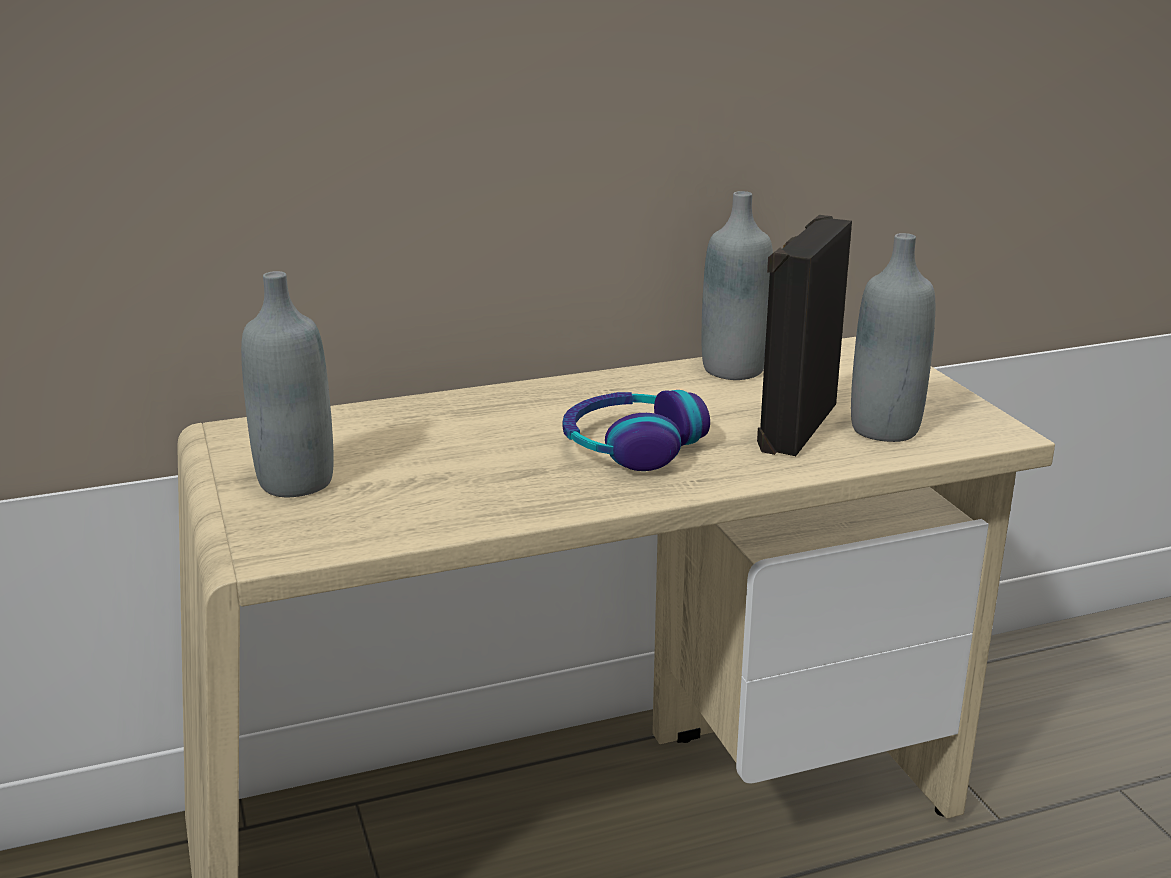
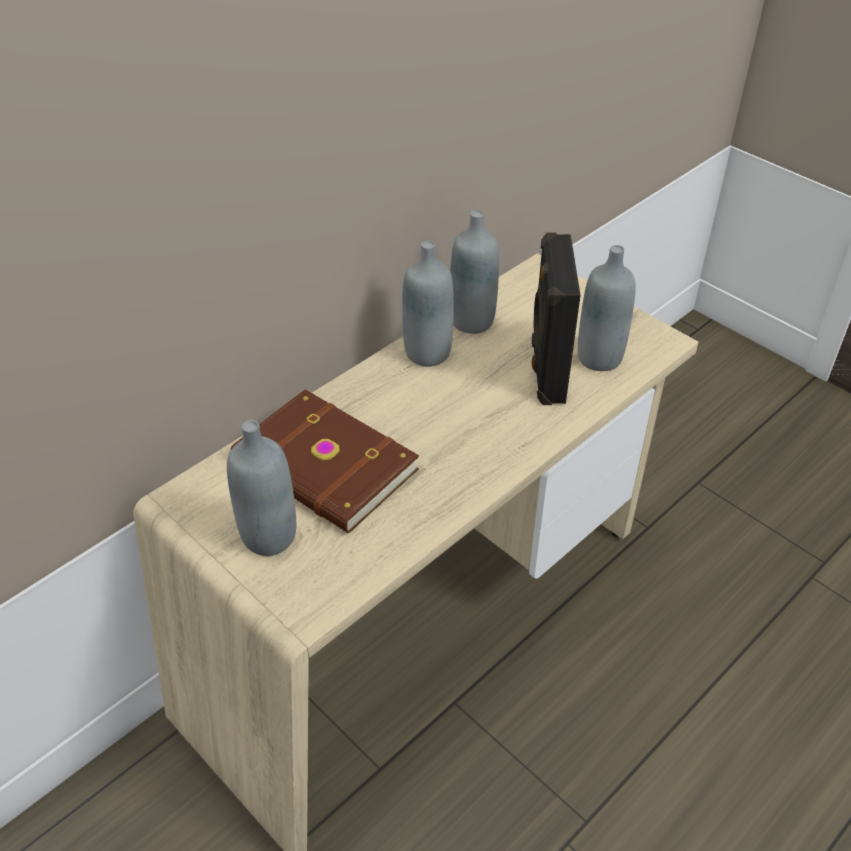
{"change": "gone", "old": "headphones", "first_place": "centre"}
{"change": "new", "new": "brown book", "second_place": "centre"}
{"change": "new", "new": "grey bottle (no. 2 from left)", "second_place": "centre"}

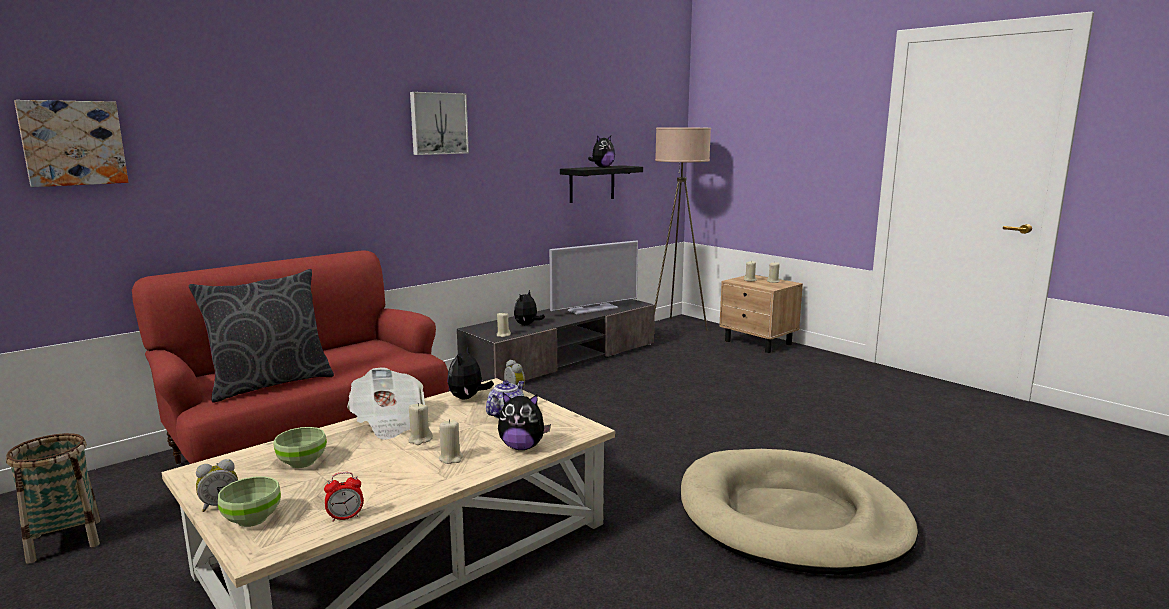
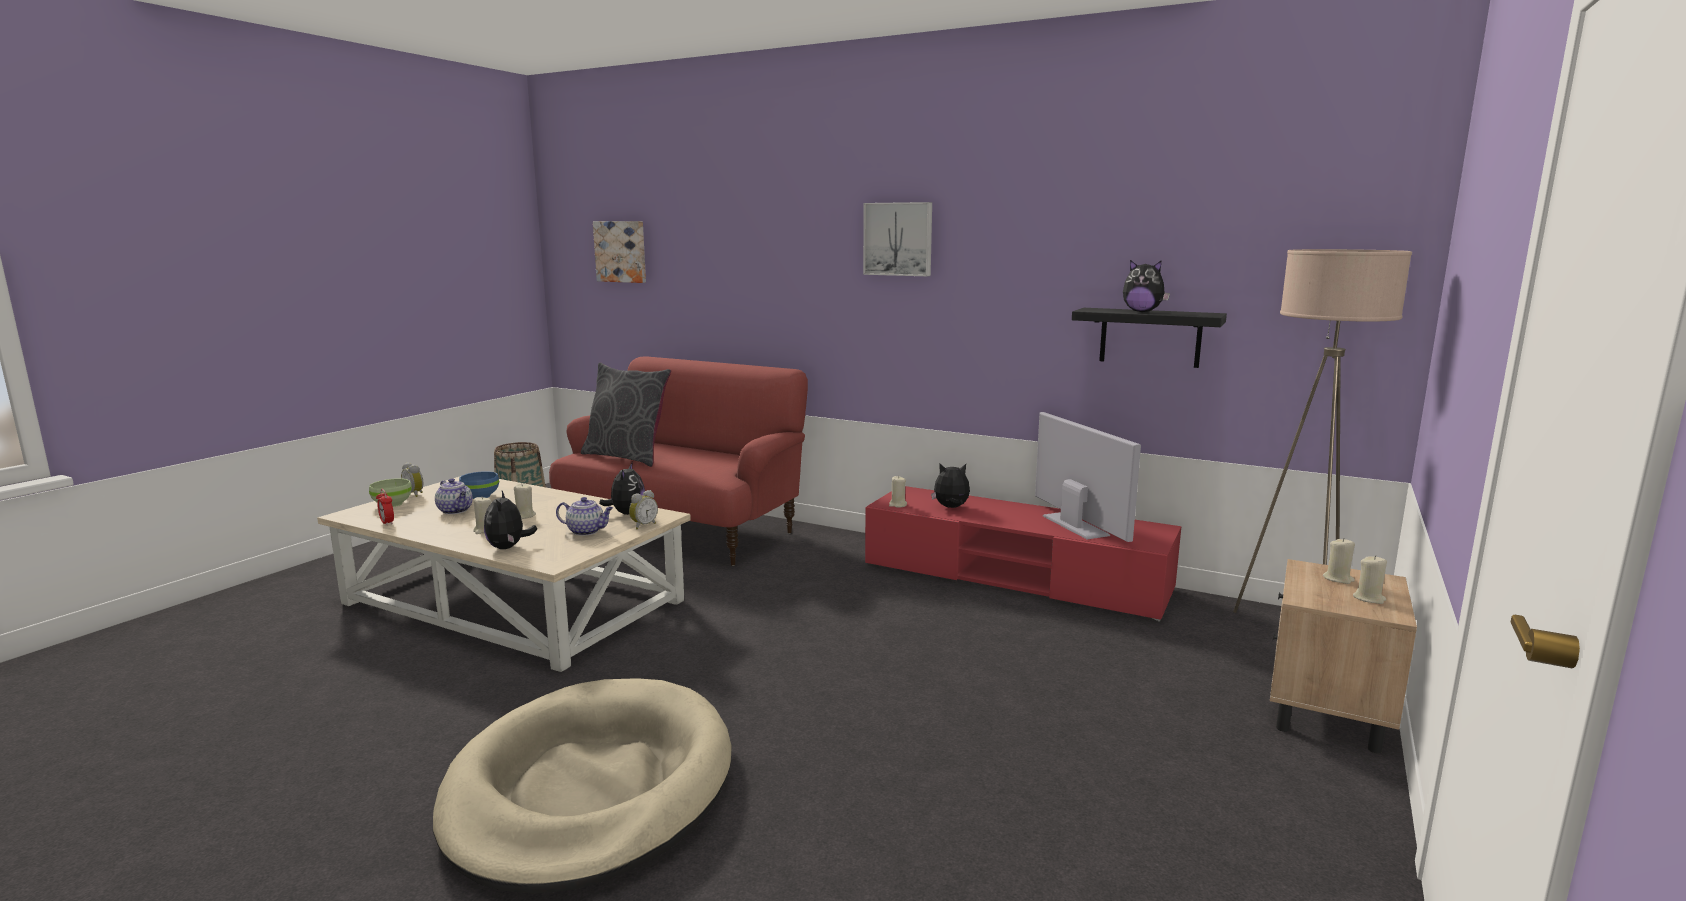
{"change": "gone", "old": "newspaper", "first_place": "middle left"}
{"change": "new", "new": "teapot (no. 1 from left)", "second_place": "middle left"}
{"change": "repainted", "old": "green bowl (no. 2 from left)", "new": "blue bowl", "first_place": "bottom left", "second_place": "middle left"}
{"change": "repainted", "old": "grey tv stand", "new": "red tv stand", "first_place": "centre", "second_place": "centre"}
{"change": "rotated", "old": "plush toy (no. 1 from left in the first image)", "first_place": "centre", "second_place": "centre", "degrees": 105}
{"change": "rotated", "old": "television", "first_place": "centre", "second_place": "centre", "degrees": -150}

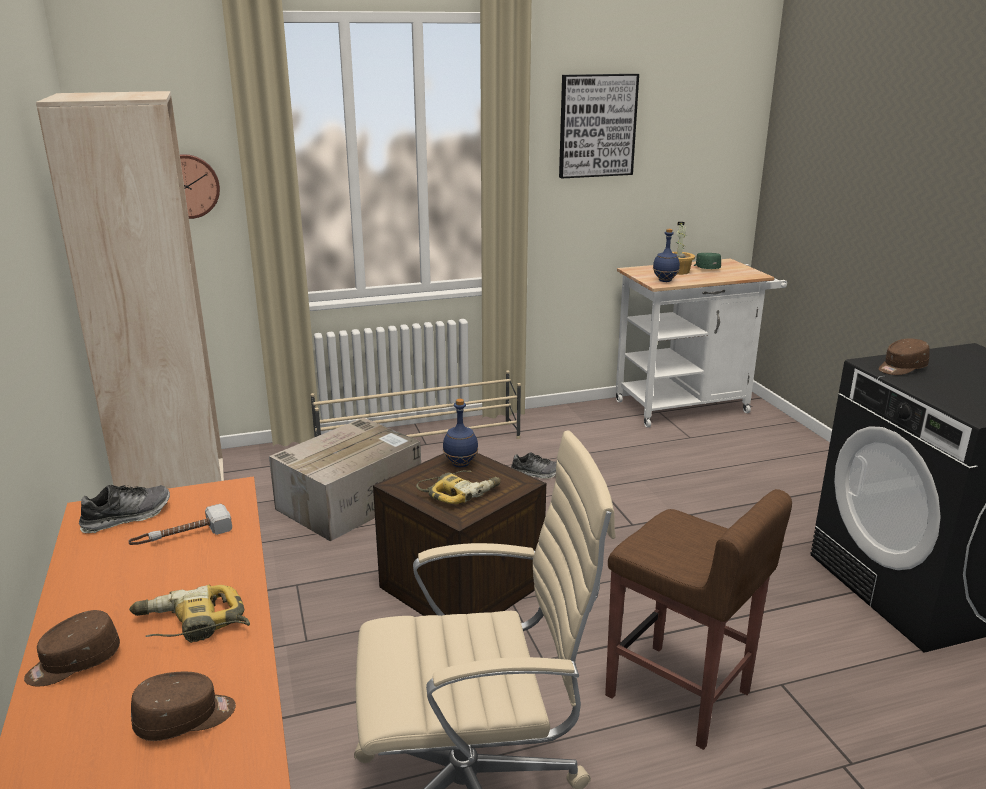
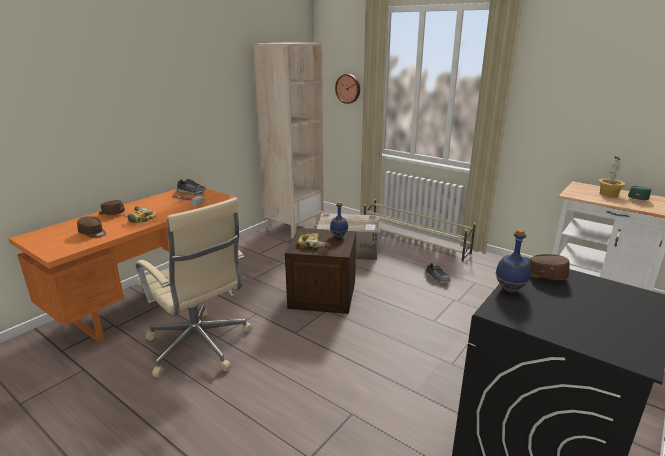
{"change": "gone", "old": "picture", "first_place": "top centre"}
{"change": "gone", "old": "brown stool", "first_place": "bottom right"}
{"change": "shifted", "old": "blue bottle (no. 2 from left)", "first_place": "top right", "second_place": "middle right"}

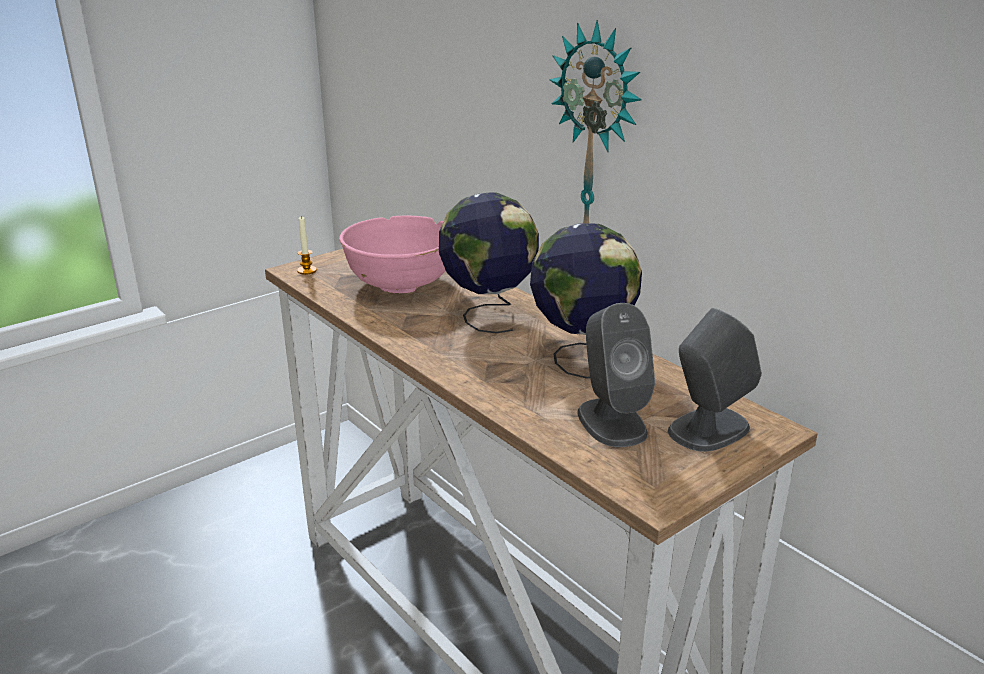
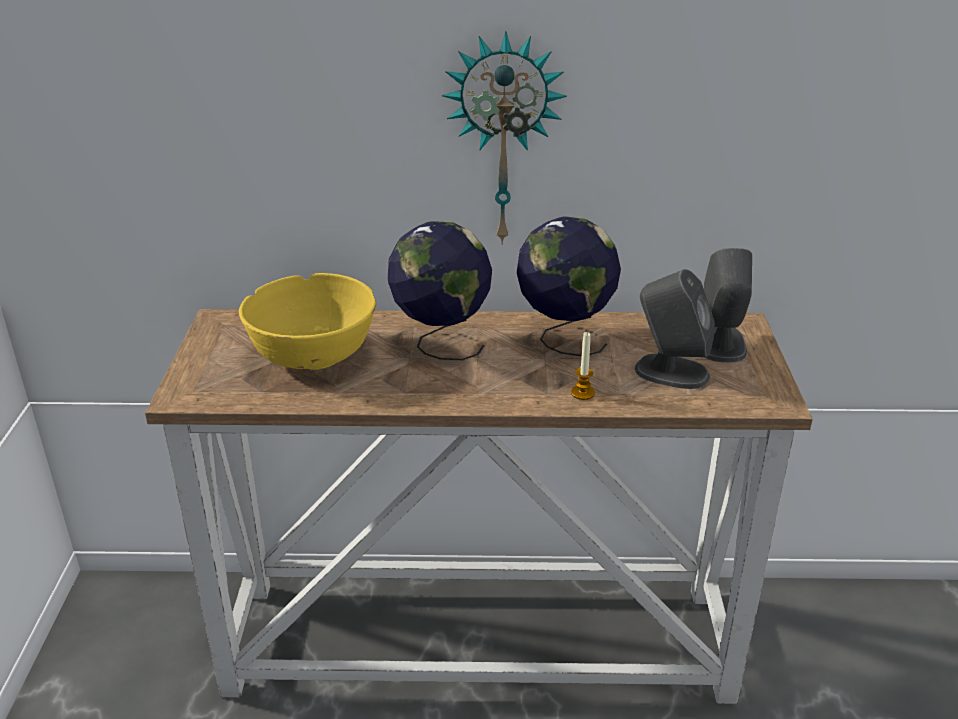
{"change": "shifted", "old": "candle", "first_place": "middle left", "second_place": "centre"}
{"change": "repainted", "old": "pink bowl", "new": "yellow bowl", "first_place": "centre", "second_place": "middle left"}

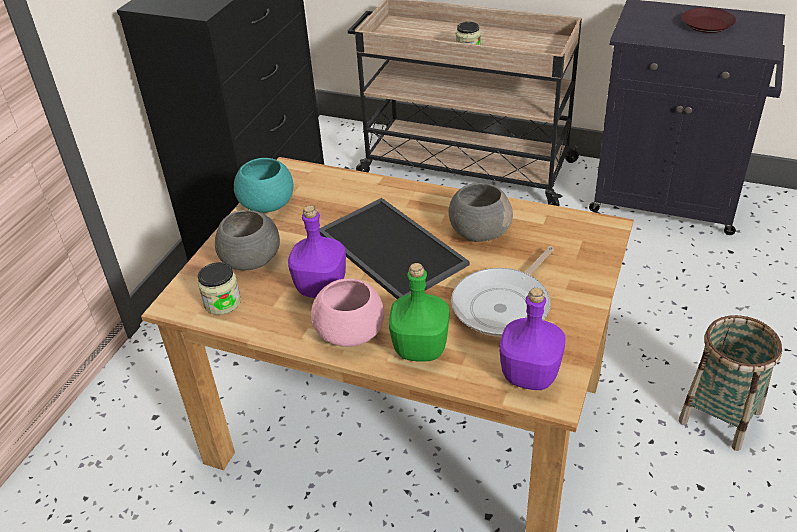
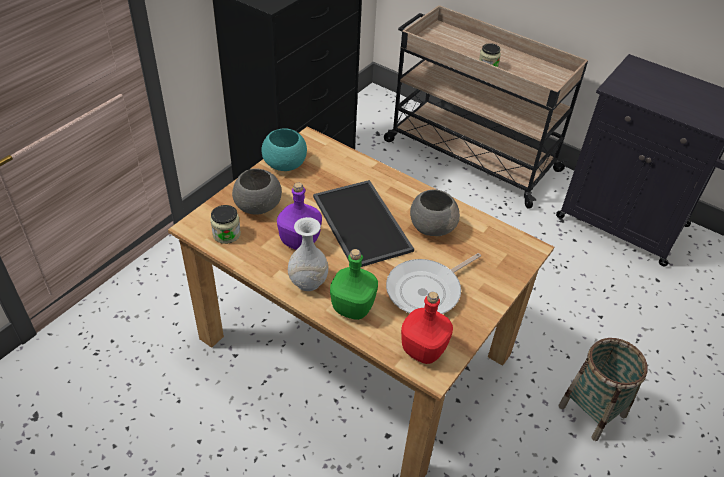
{"change": "gone", "old": "brown plate", "first_place": "top right"}
{"change": "swapped", "old": "pink bowl", "new": "white vase", "first_place": "centre", "second_place": "centre"}
{"change": "repainted", "old": "purple bottle (no. 2 from left)", "new": "red bottle", "first_place": "middle right", "second_place": "bottom centre"}

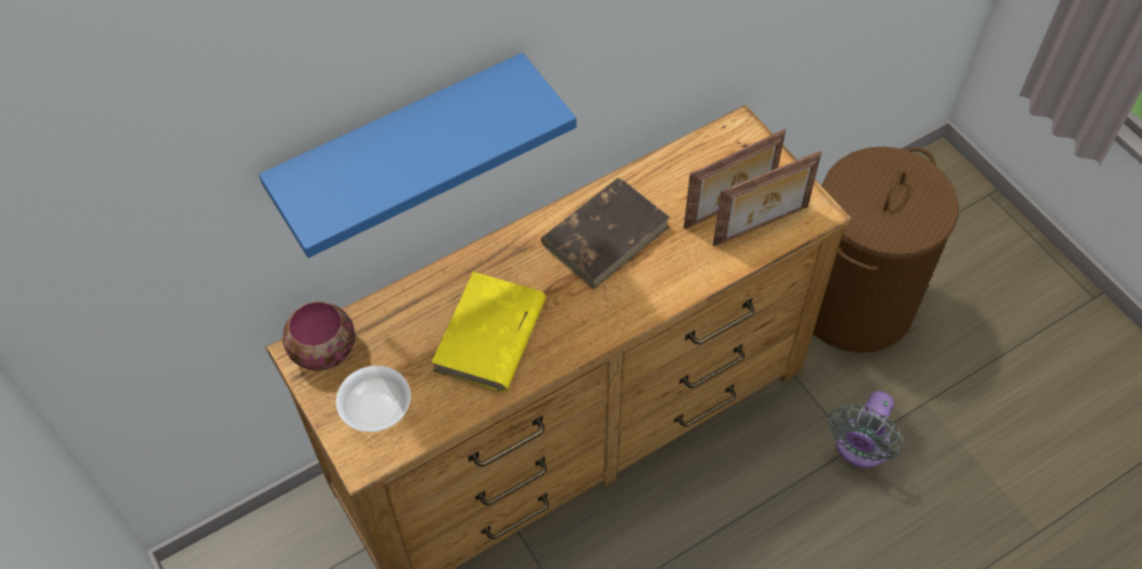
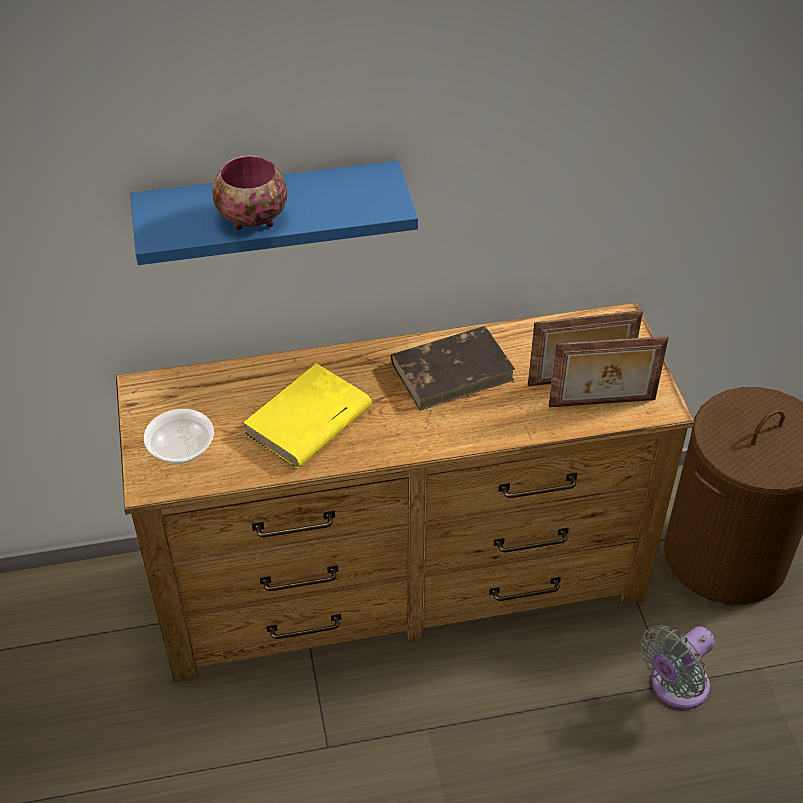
{"change": "shifted", "old": "bowl (no. 1 from left in the first image)", "new": "bowl (no. 2 from left)", "first_place": "middle left", "second_place": "top left"}

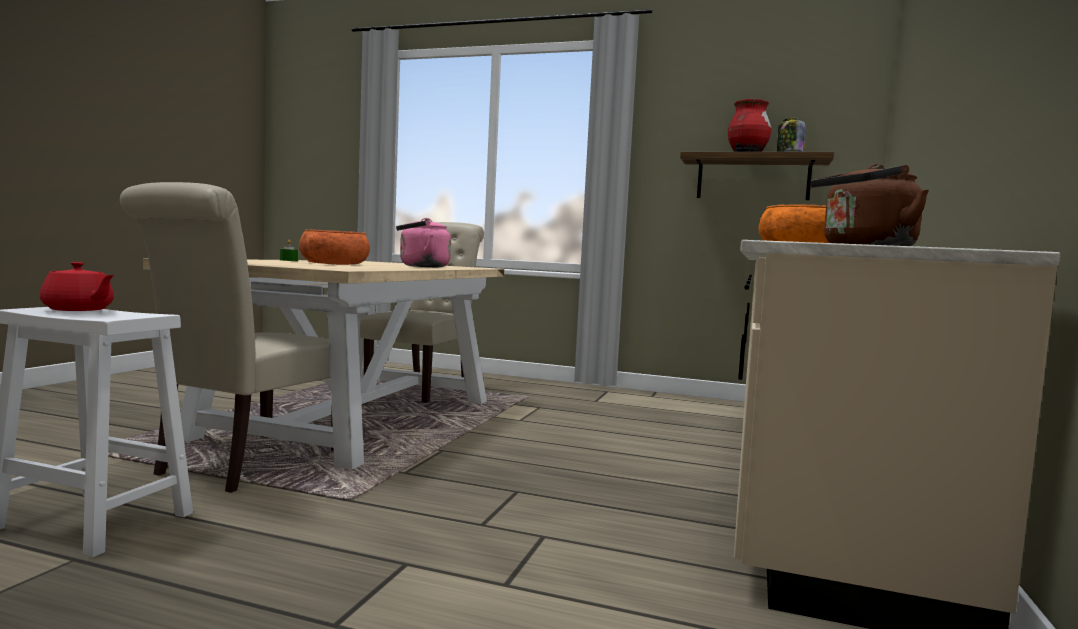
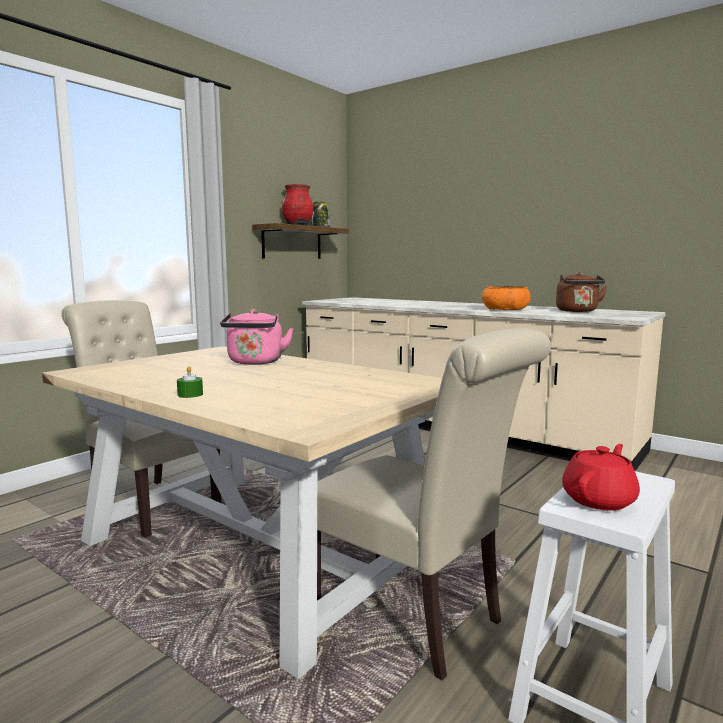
{"change": "gone", "old": "orange bowl (no. 1 from left)", "first_place": "middle left"}

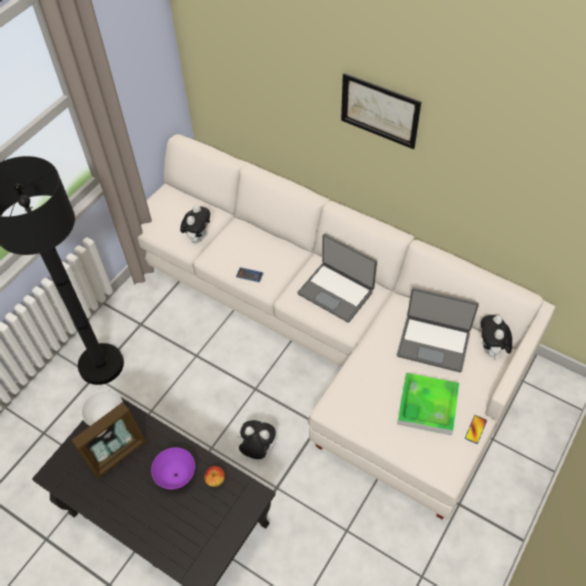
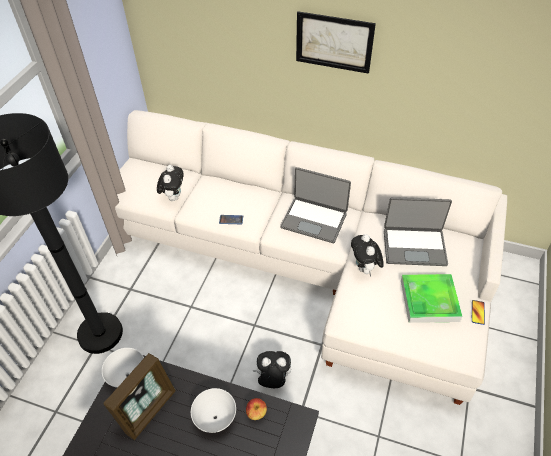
{"change": "shifted", "old": "plush toy (no. 3 from left)", "first_place": "middle right", "second_place": "centre"}
{"change": "repainted", "old": "purple bowl", "new": "white bowl (no. 2 from left)", "first_place": "bottom left", "second_place": "bottom centre"}

